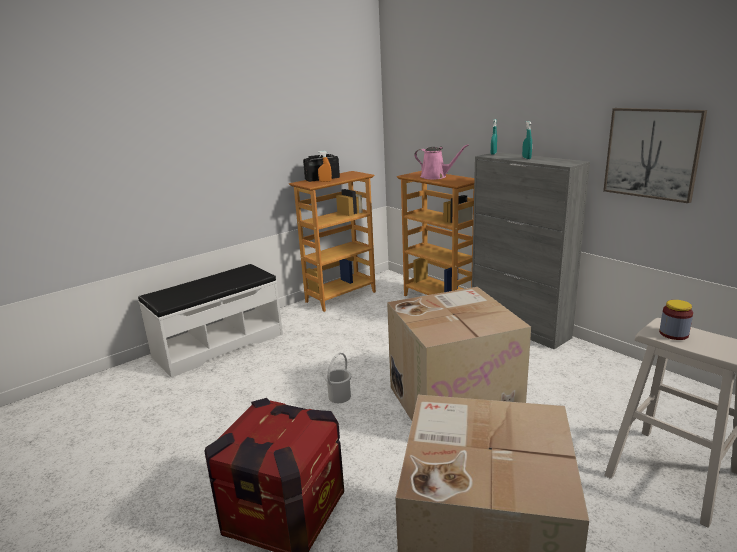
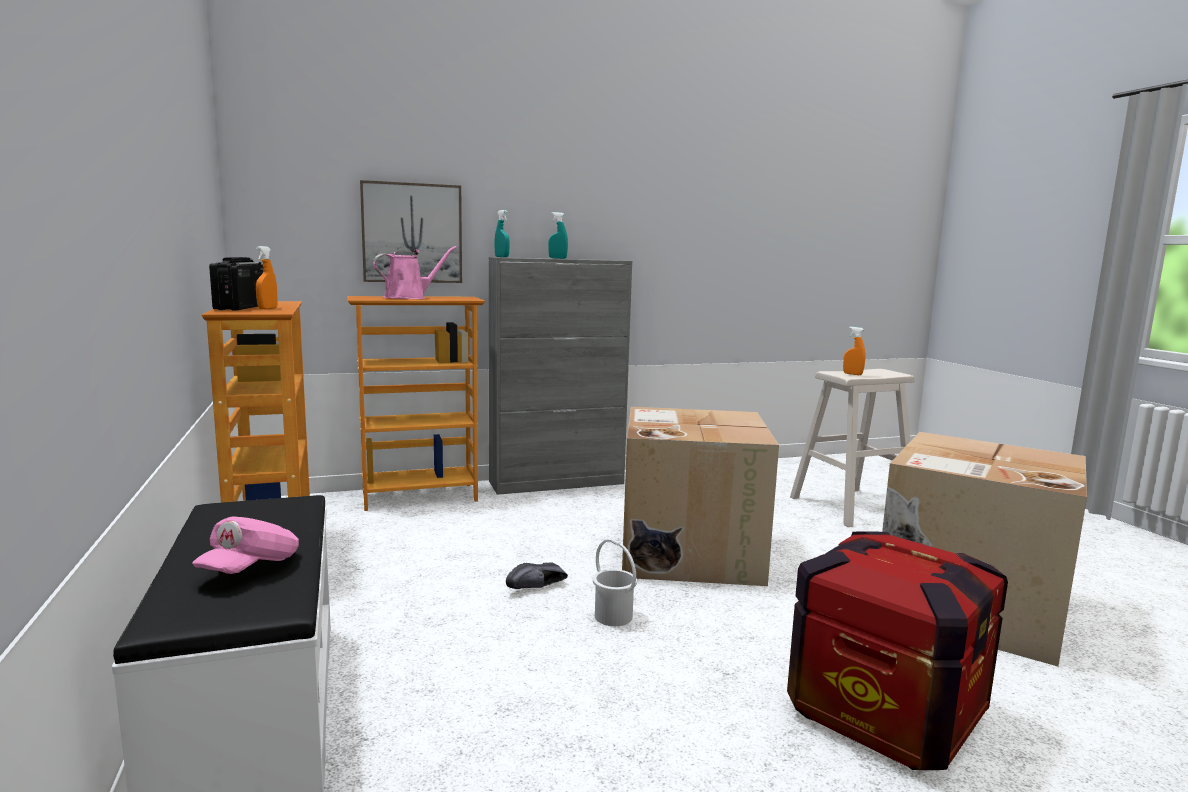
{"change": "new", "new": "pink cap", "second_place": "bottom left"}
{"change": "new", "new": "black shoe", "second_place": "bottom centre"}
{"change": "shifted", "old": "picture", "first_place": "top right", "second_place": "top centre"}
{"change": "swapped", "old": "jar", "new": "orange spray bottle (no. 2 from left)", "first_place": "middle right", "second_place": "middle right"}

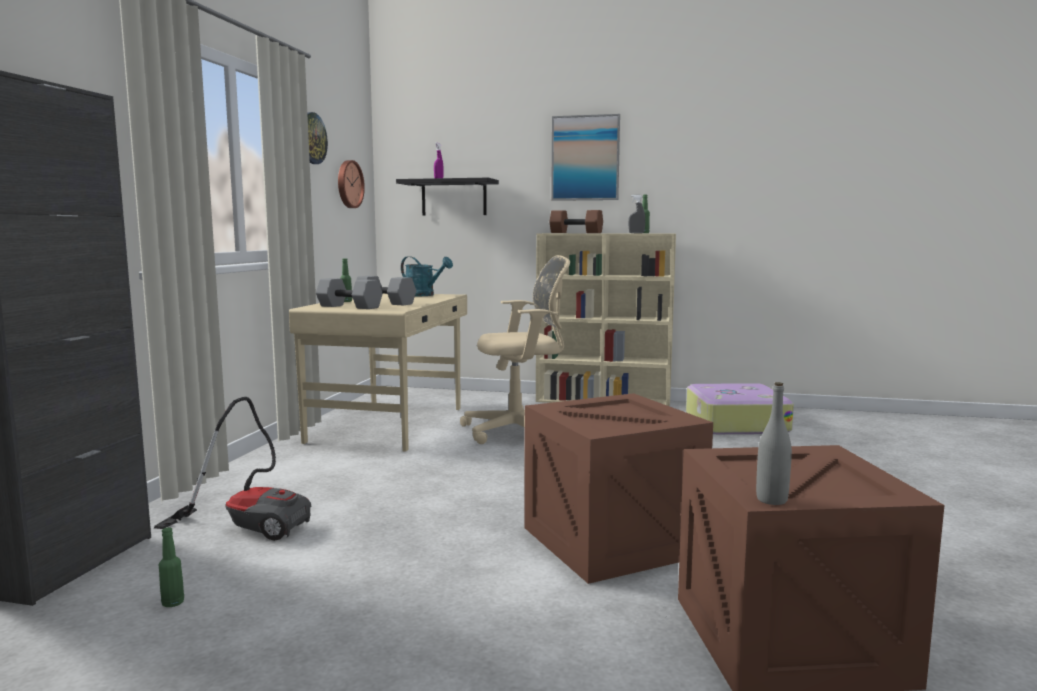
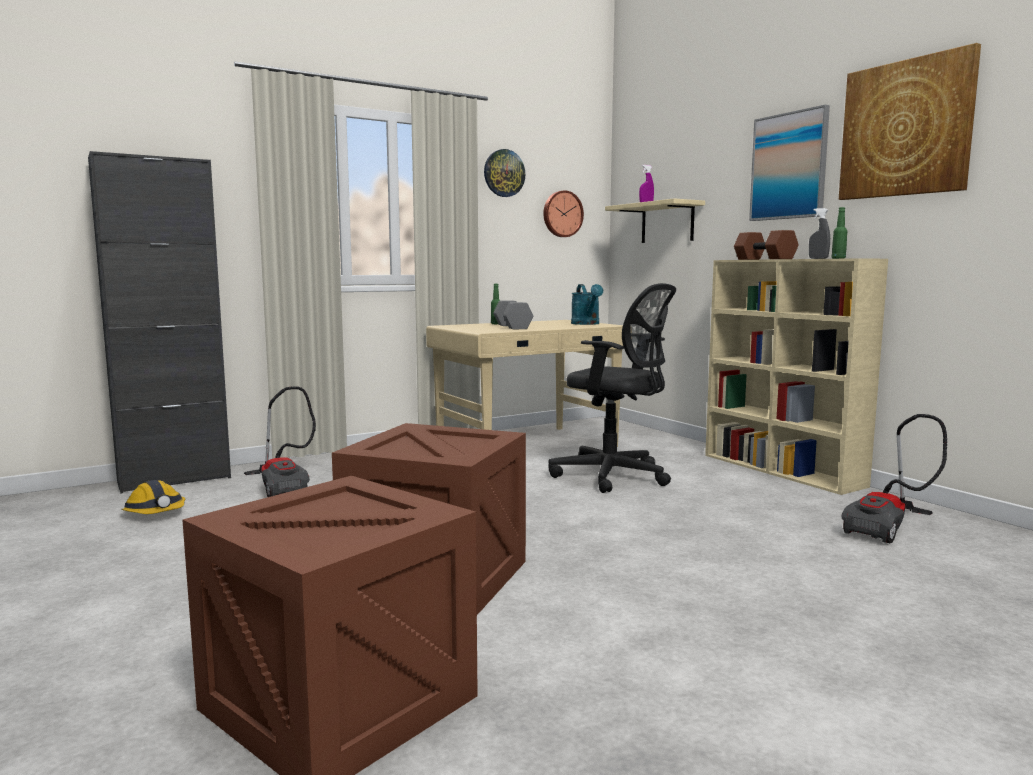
{"change": "gone", "old": "grey dumbbell (no. 1 from left)", "first_place": "centre"}
{"change": "gone", "old": "grey bottle", "first_place": "middle right"}
{"change": "new", "new": "picture (no. 2 from left)", "second_place": "top right"}
{"change": "swapped", "old": "green bottle (no. 1 from left)", "new": "hard hat", "first_place": "bottom left", "second_place": "middle left"}
{"change": "swapped", "old": "suitcase", "new": "vacuum cleaner (no. 2 from left)", "first_place": "middle right", "second_place": "middle right"}
{"change": "repainted", "old": "black shelf", "new": "beige shelf", "first_place": "top centre", "second_place": "top centre"}
{"change": "repainted", "old": "beige office chair", "new": "black office chair", "first_place": "centre", "second_place": "centre"}

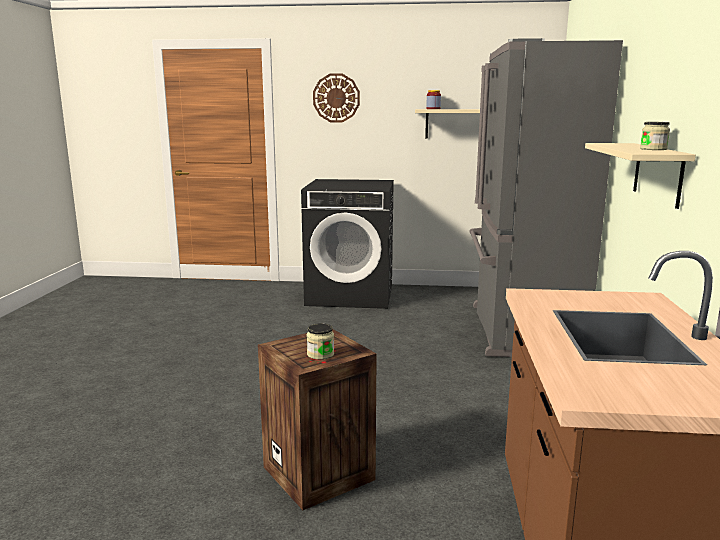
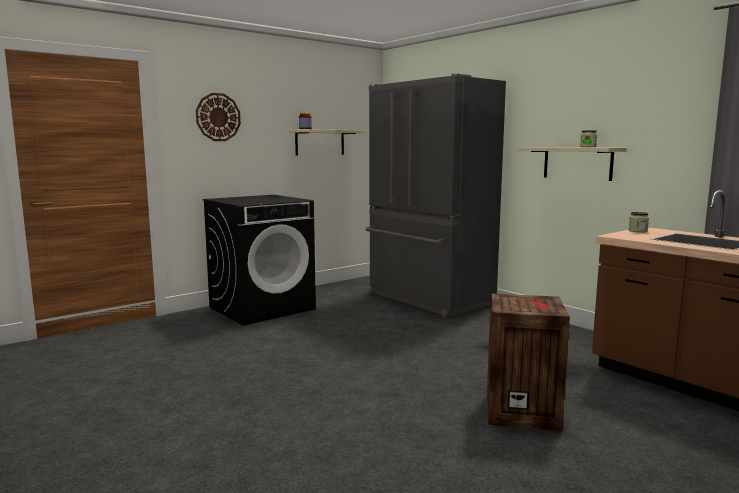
{"change": "shifted", "old": "jar (no. 1 from left in the first image)", "new": "jar (no. 3 from left)", "first_place": "centre", "second_place": "middle right"}

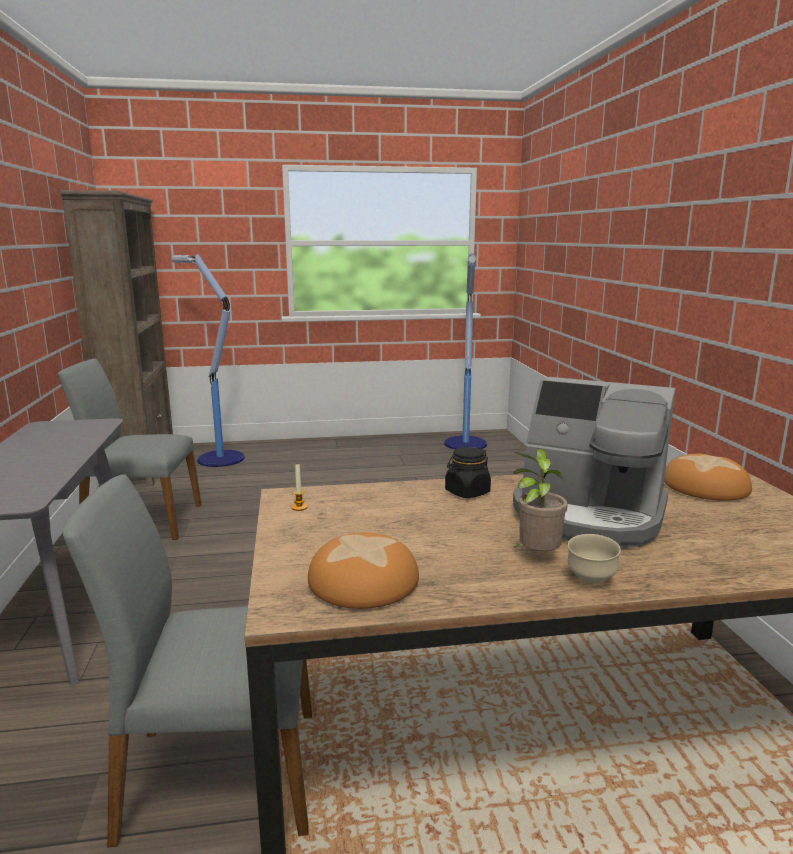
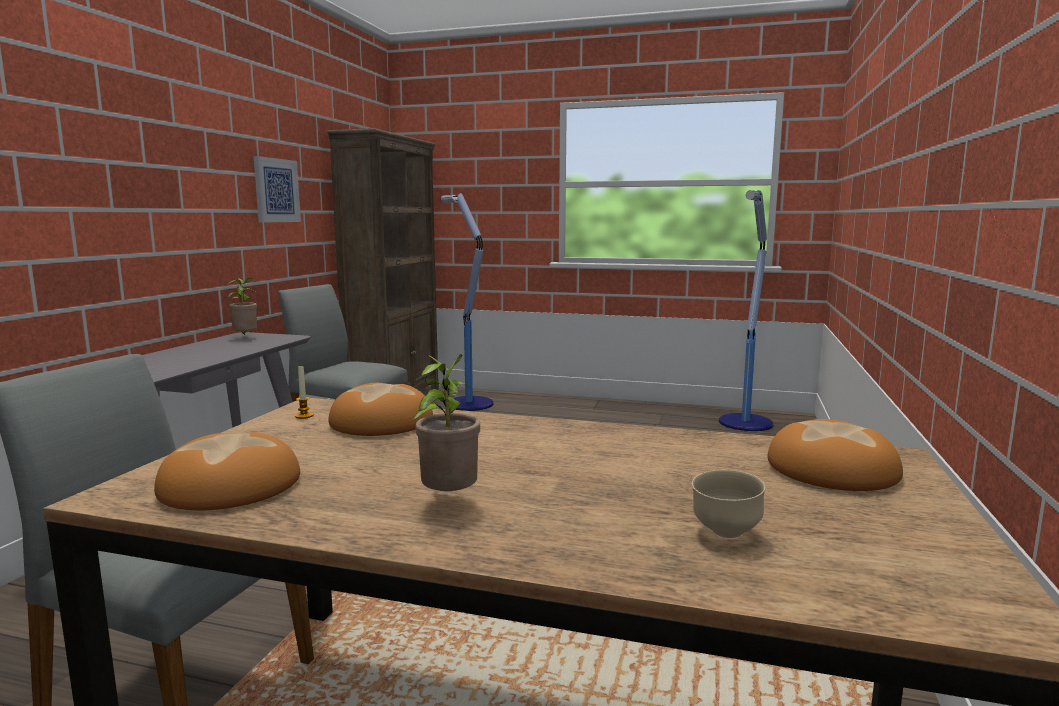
{"change": "gone", "old": "black jar", "first_place": "centre"}
{"change": "gone", "old": "coffee machine", "first_place": "middle right"}
{"change": "new", "new": "potted plant (no. 1 from left)", "second_place": "middle left"}
{"change": "new", "new": "picture", "second_place": "top left"}
{"change": "new", "new": "bread (no. 2 from left)", "second_place": "centre"}
{"change": "shifted", "old": "beige bowl", "first_place": "middle right", "second_place": "bottom right"}

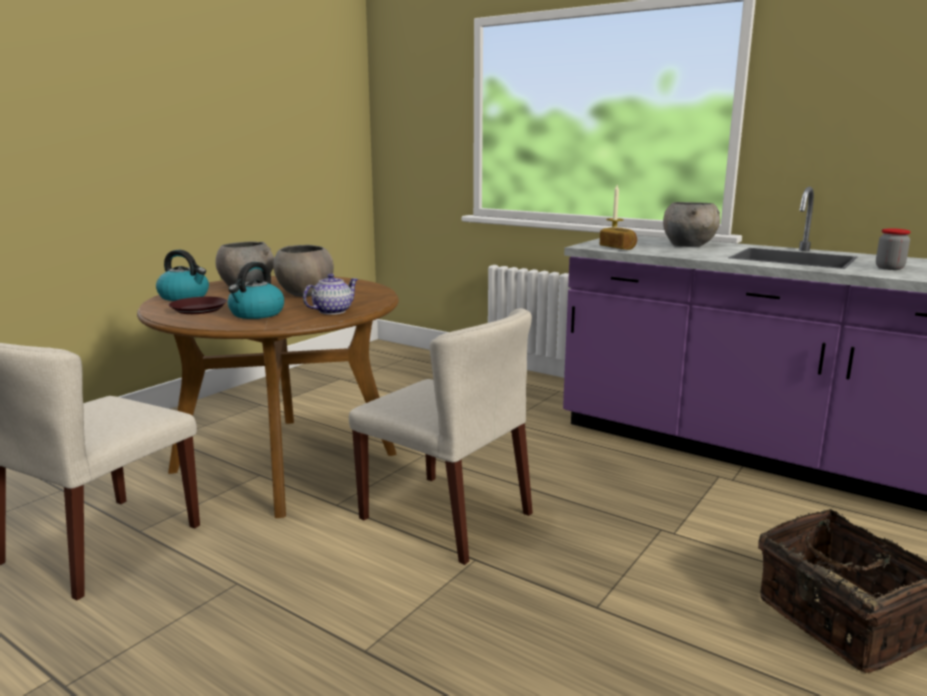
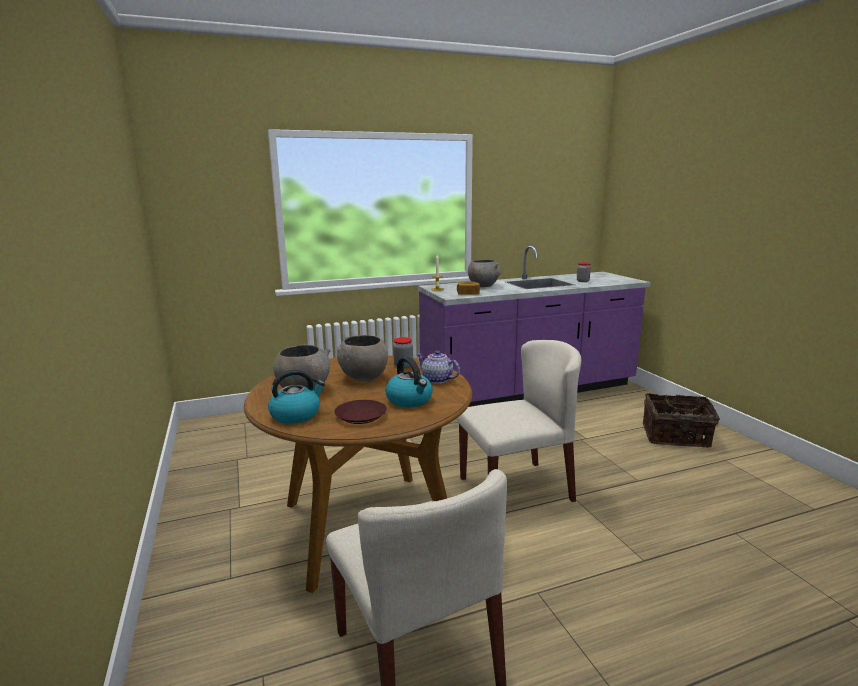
{"change": "new", "new": "jar (no. 1 from left)", "second_place": "centre"}
{"change": "rotated", "old": "teapot", "first_place": "centre", "second_place": "centre", "degrees": -45}

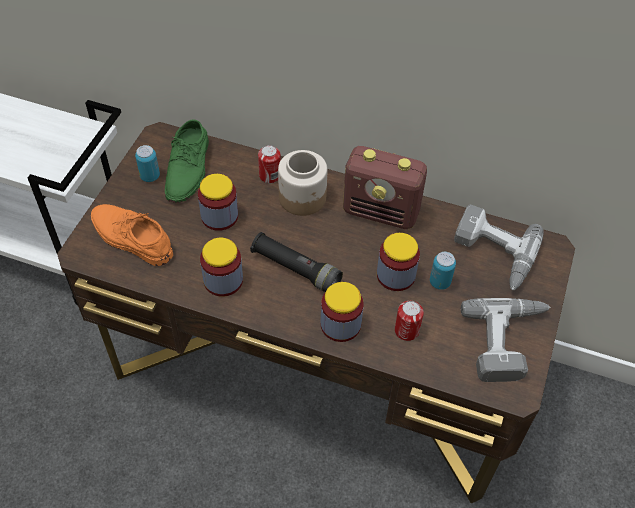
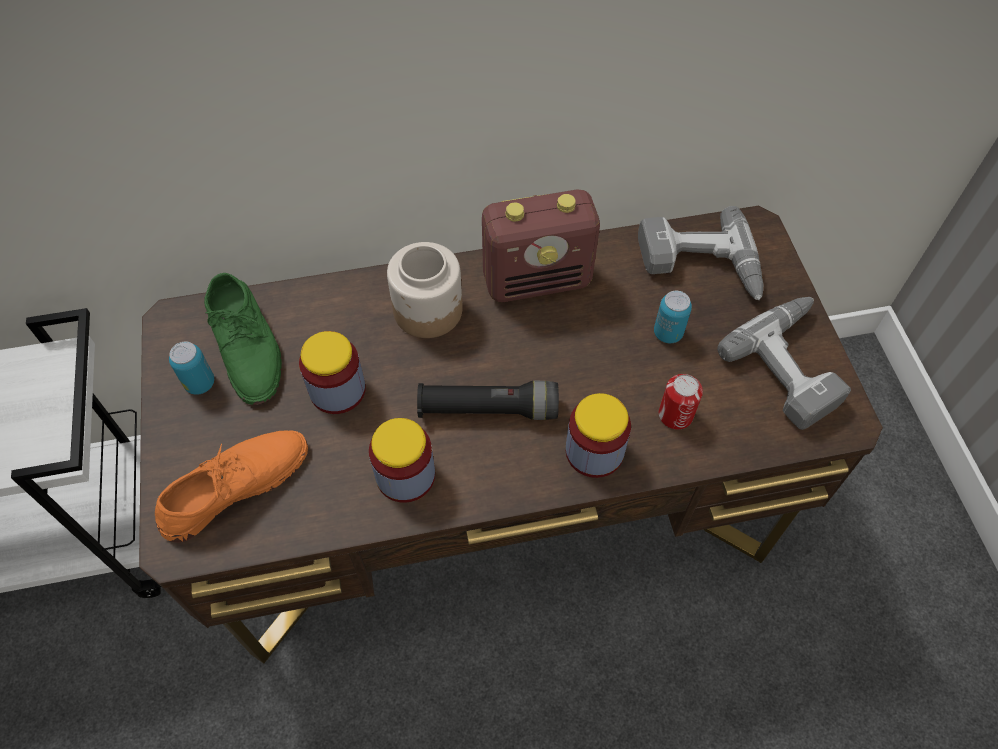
{"change": "gone", "old": "can (no. 2 from left)", "first_place": "top centre"}
{"change": "gone", "old": "jar (no. 5 from left)", "first_place": "centre"}
{"change": "rotated", "old": "orange shoe", "first_place": "middle left", "second_place": "middle left", "degrees": 135}

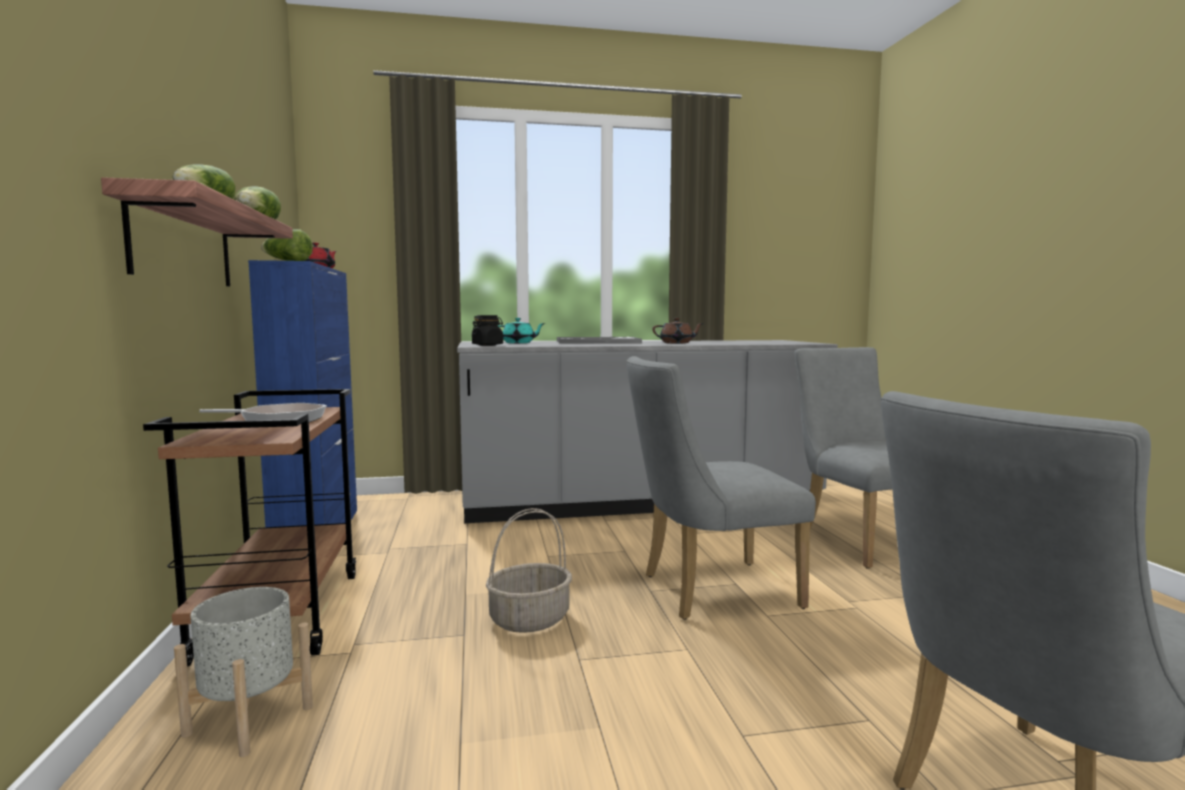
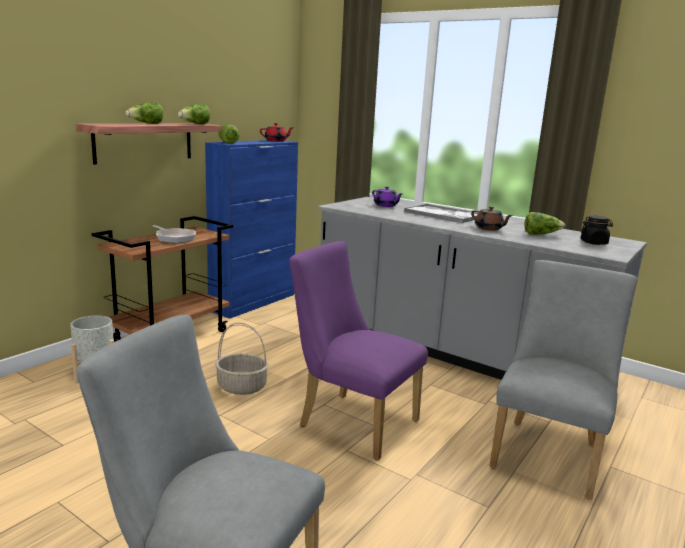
{"change": "new", "new": "lettuce (no. 4 from left)", "second_place": "middle right"}
{"change": "shifted", "old": "black jar", "first_place": "centre", "second_place": "middle right"}
{"change": "repainted", "old": "turquoise teapot", "new": "purple teapot", "first_place": "centre", "second_place": "centre"}
{"change": "repainted", "old": "grey chair (no. 1 from left)", "new": "purple chair", "first_place": "centre", "second_place": "centre"}

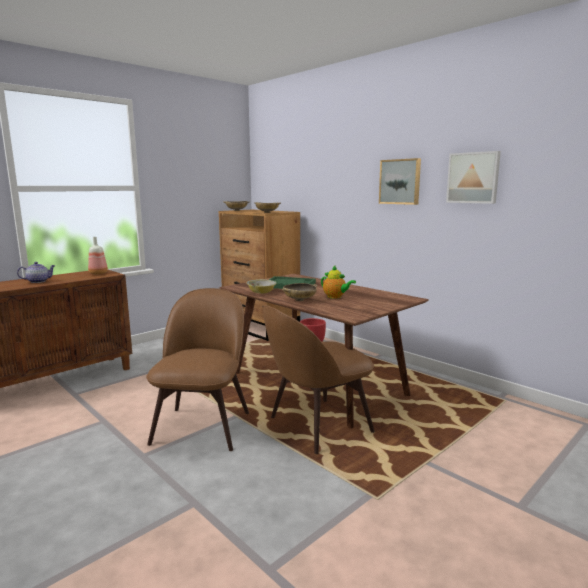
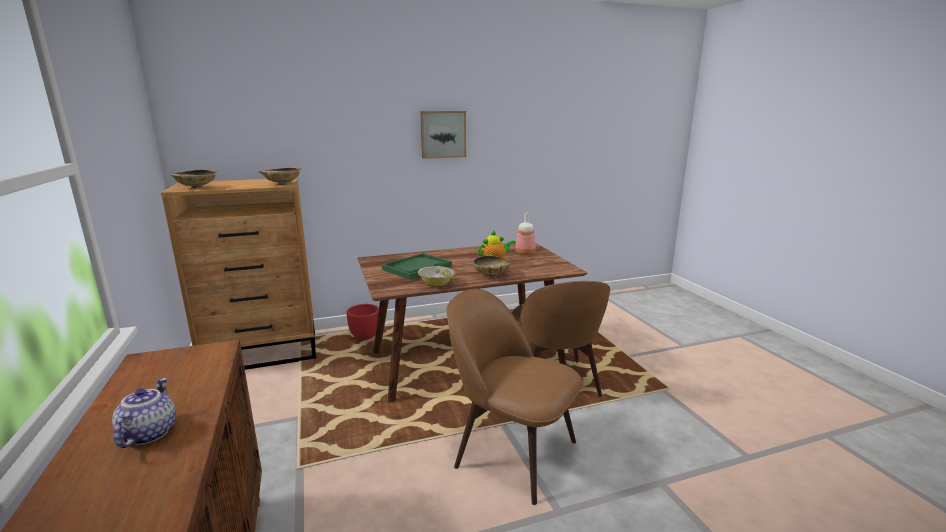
{"change": "gone", "old": "picture (no. 2 from left)", "first_place": "top right"}
{"change": "shifted", "old": "bottle", "first_place": "middle left", "second_place": "centre"}

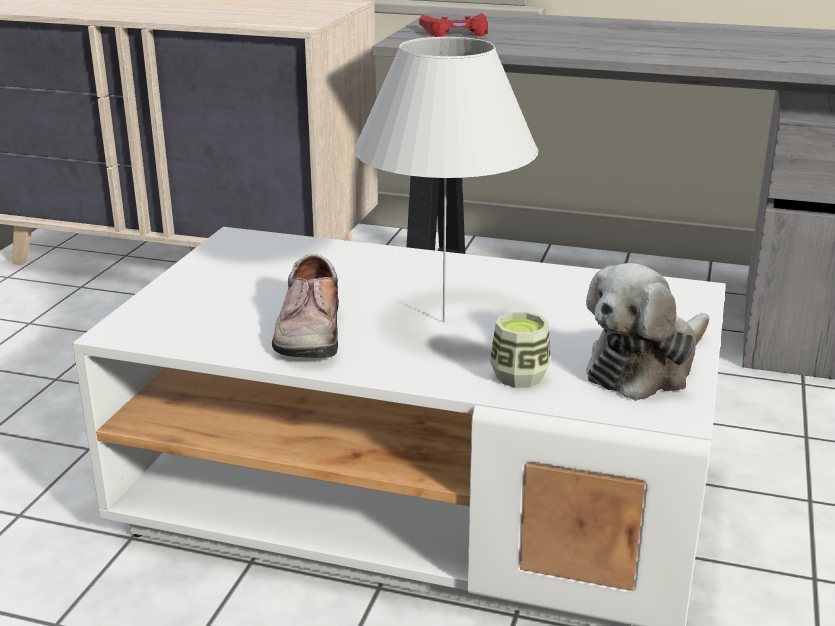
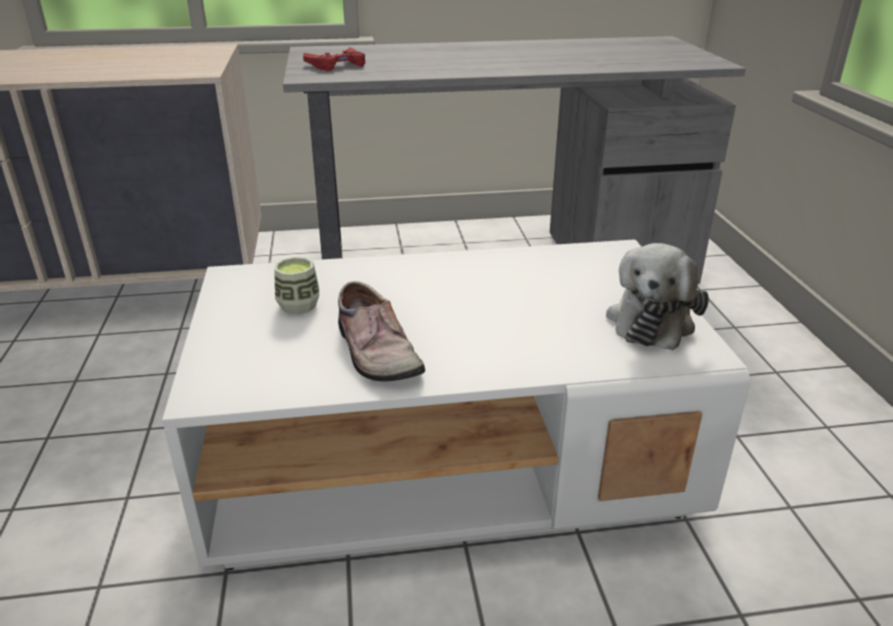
{"change": "gone", "old": "white table lamp", "first_place": "top centre"}
{"change": "shifted", "old": "cup", "first_place": "centre", "second_place": "middle left"}

